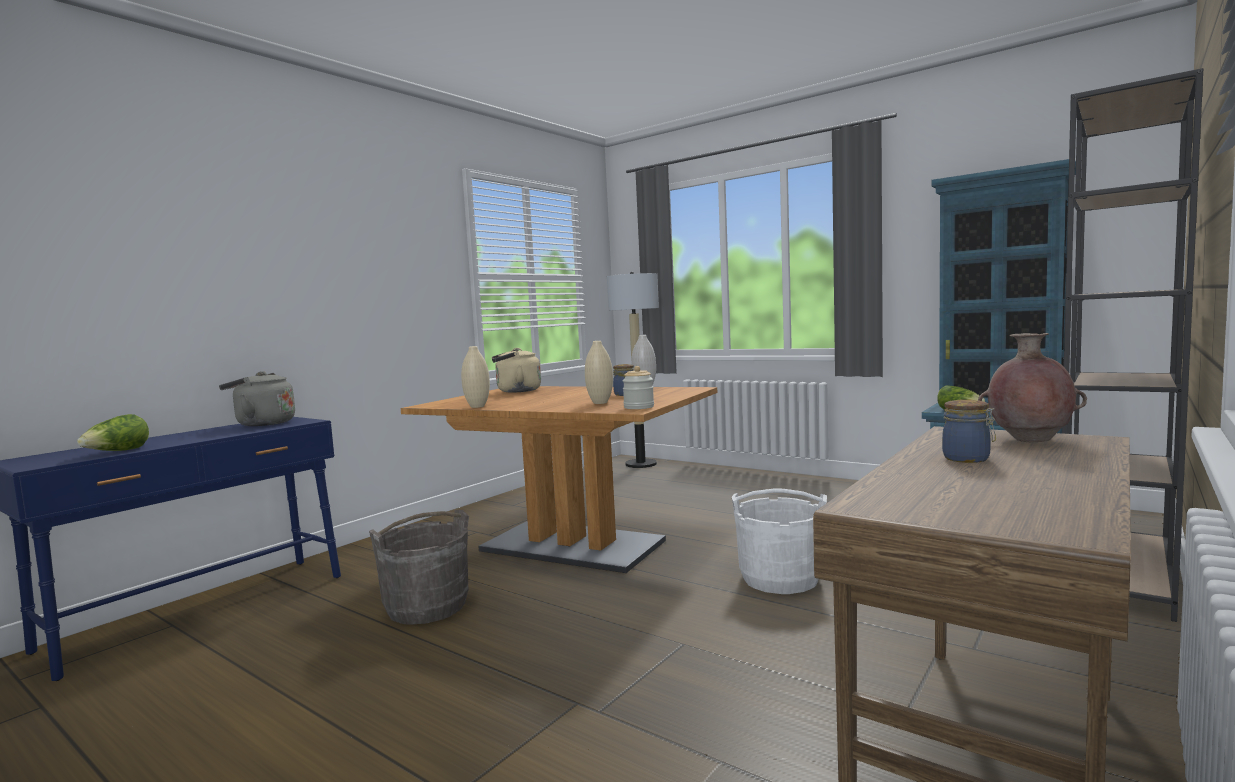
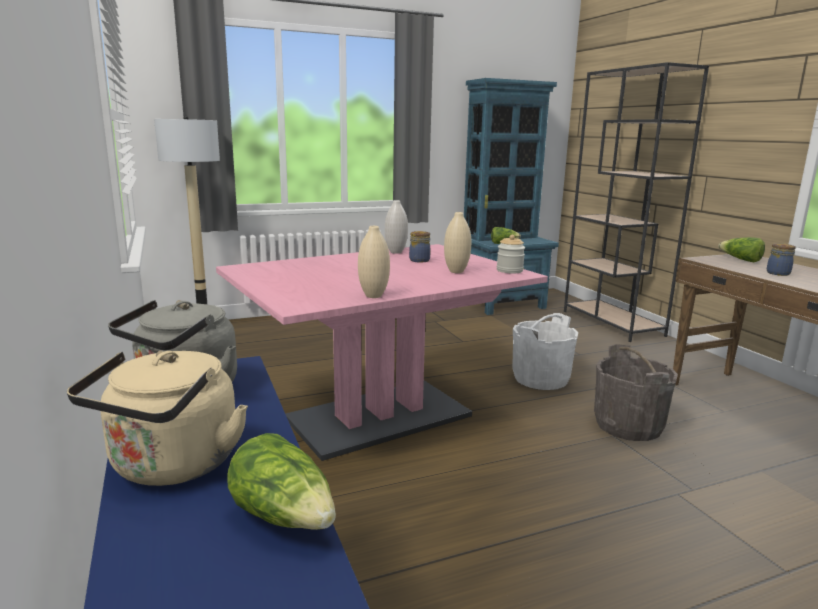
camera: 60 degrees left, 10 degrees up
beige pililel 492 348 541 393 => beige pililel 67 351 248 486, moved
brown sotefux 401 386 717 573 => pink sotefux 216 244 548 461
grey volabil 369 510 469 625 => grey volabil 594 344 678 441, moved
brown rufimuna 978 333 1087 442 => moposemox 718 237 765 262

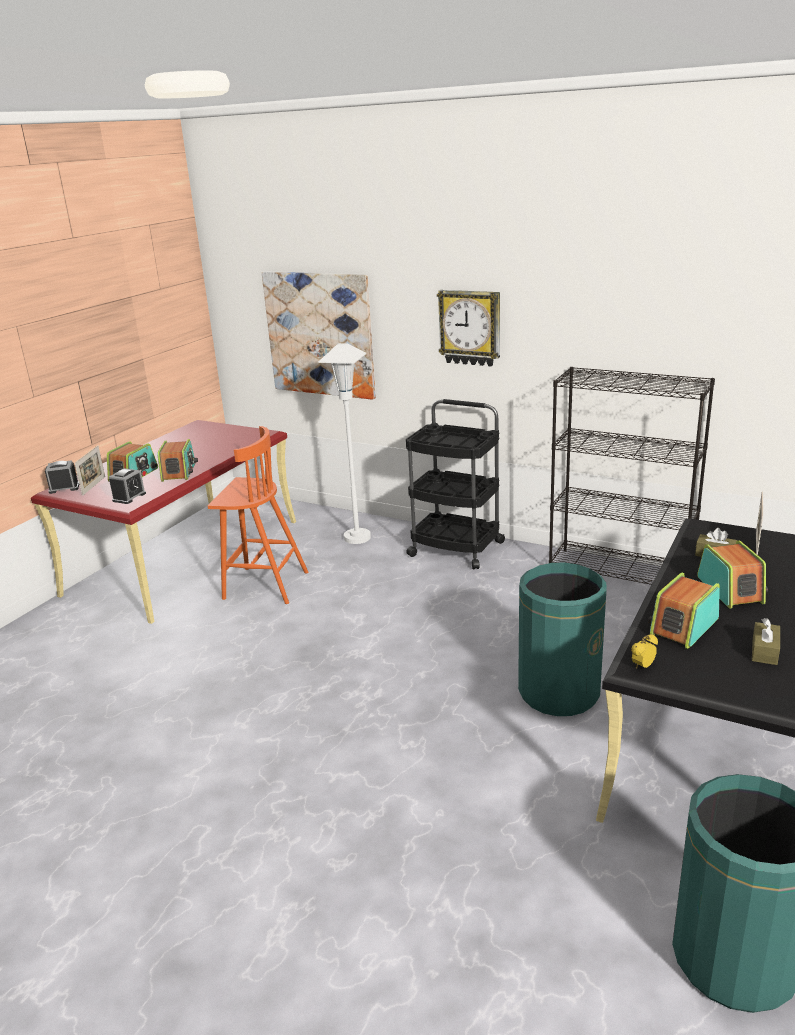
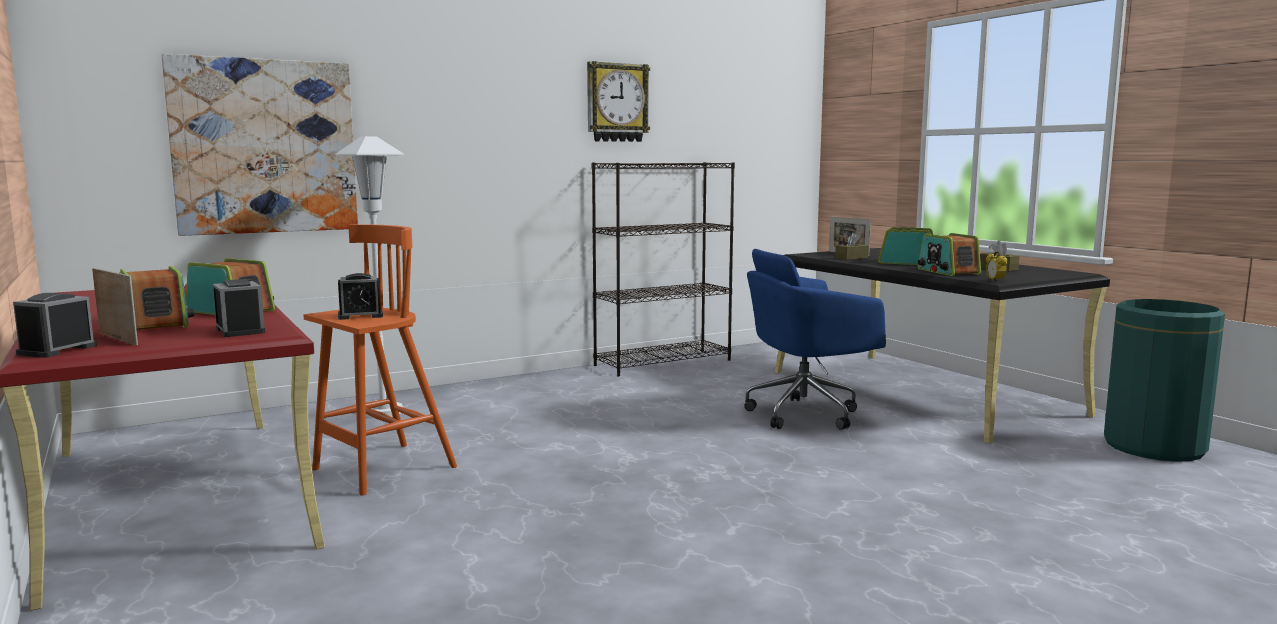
camera: 60 degrees left, 15 degrees down
nothing => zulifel 338 273 383 320
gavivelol 437 290 500 366 => gavivelol 587 61 650 142, moved
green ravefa 518 563 606 716 => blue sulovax 744 249 886 430
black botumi 406 399 505 569 => nothing

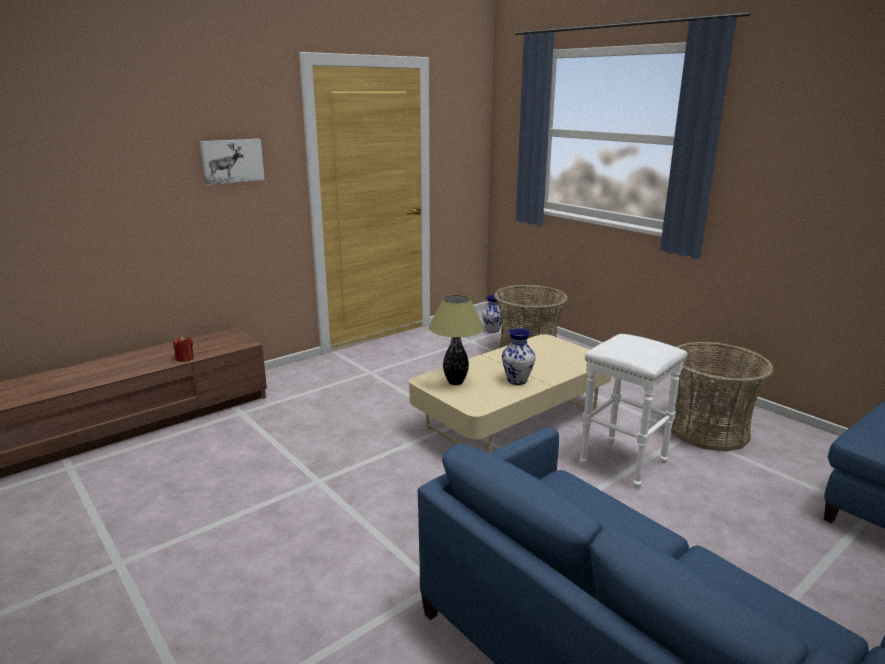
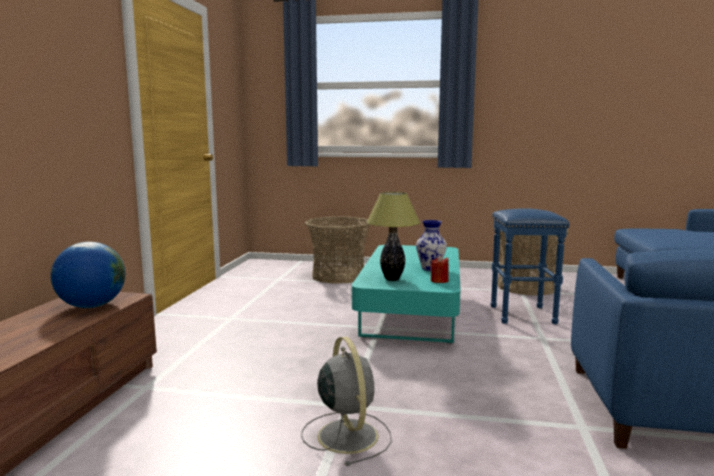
camera: 40 degrees left, 10 degrees down
nothing => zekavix 51 242 125 308
nothing => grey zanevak 301 337 392 466
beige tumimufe 409 334 611 453 => turquoise tumimufe 352 245 461 344
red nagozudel 173 336 194 362 => red nagozudel 431 255 448 283, moved
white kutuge 580 334 687 489 => blue kutuge 491 208 569 324
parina 200 139 265 185 => nothing
rufimuna 482 295 504 333 => nothing

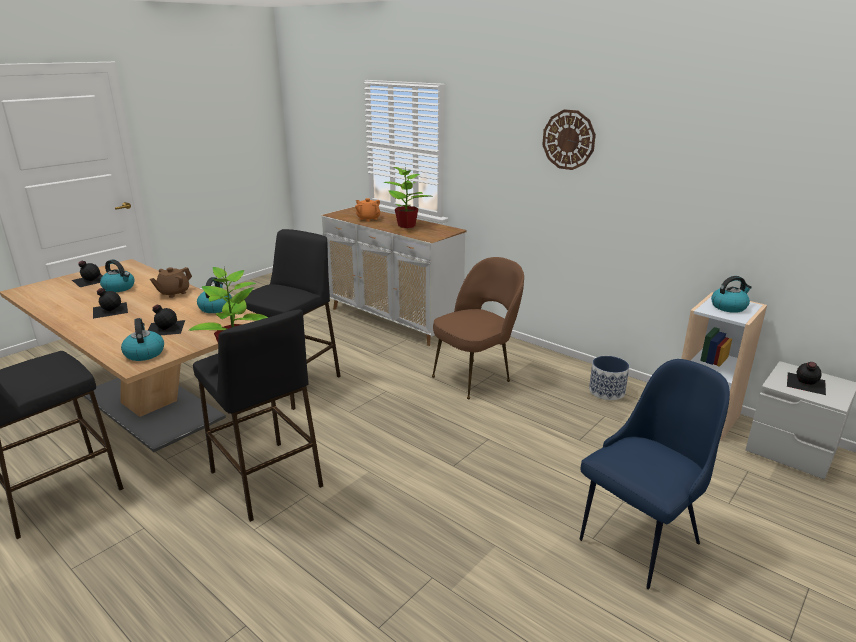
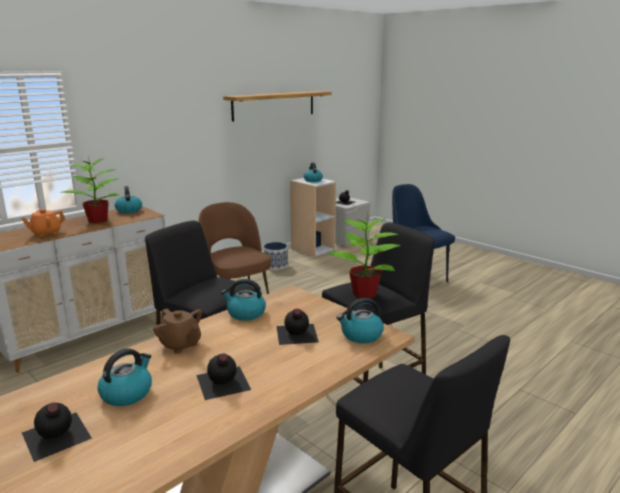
camera: 85 degrees left, 5 degrees down
nothing => pililel 115 186 142 213
nothing => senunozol 223 91 332 122
gavivelol 542 109 596 170 => nothing

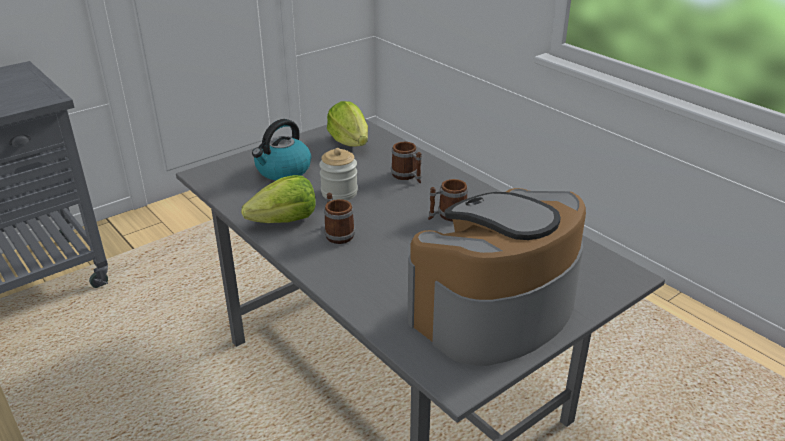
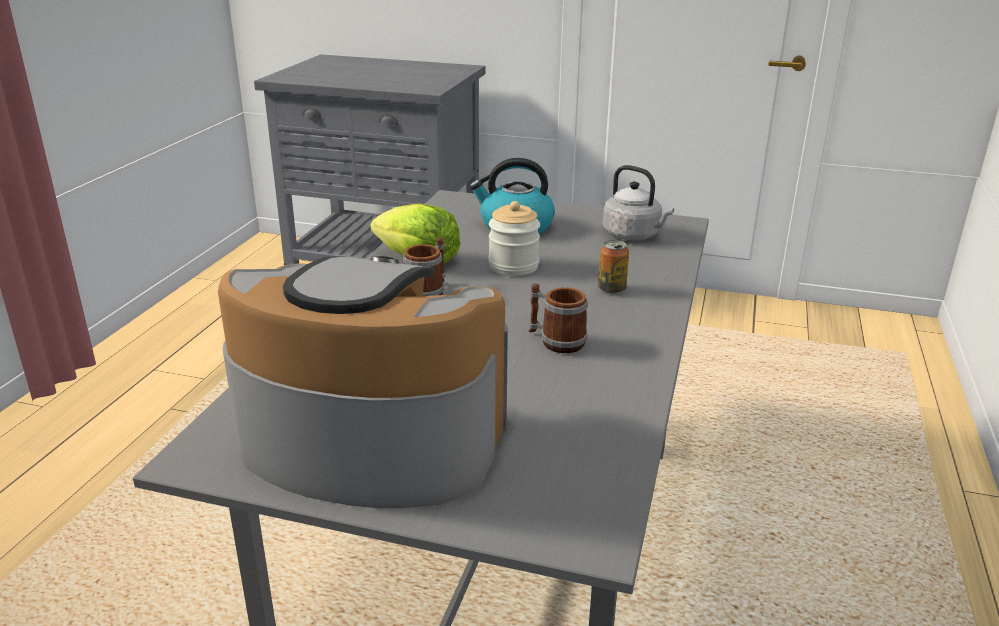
camera: 55 degrees right, 5 degrees down
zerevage 391 142 422 183 => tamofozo 598 240 629 294
moposemox 327 101 368 147 => grey pililel 603 165 674 240

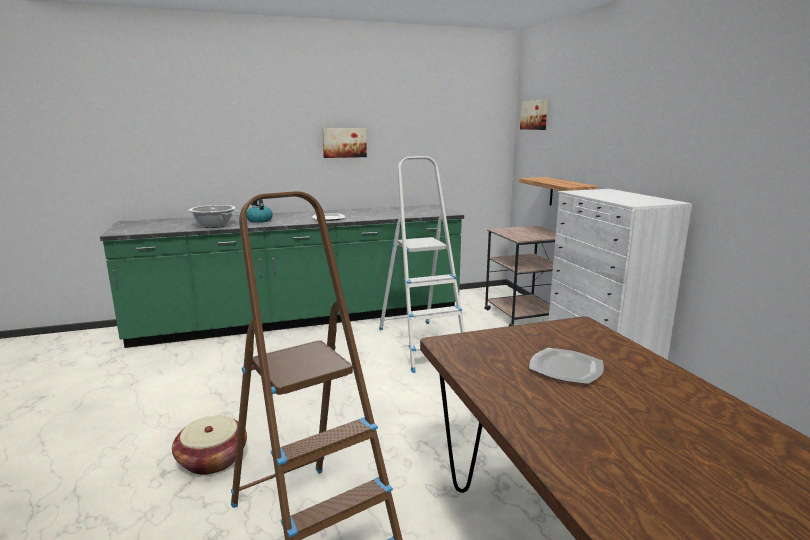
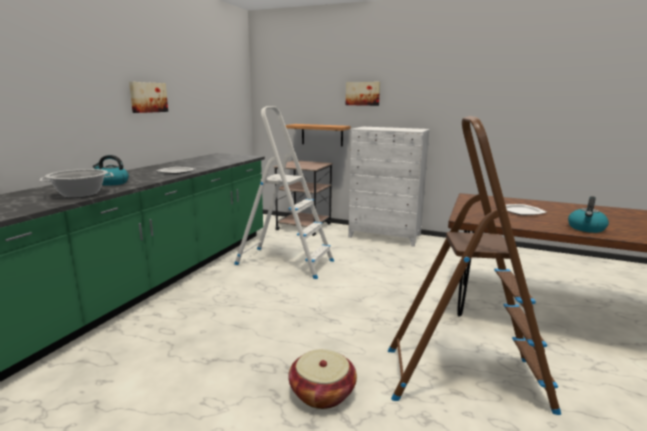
camera: 50 degrees left, 0 degrees up
parina 520 100 548 130 => parina 346 82 380 106, moved
nothing => pililel 568 196 609 233

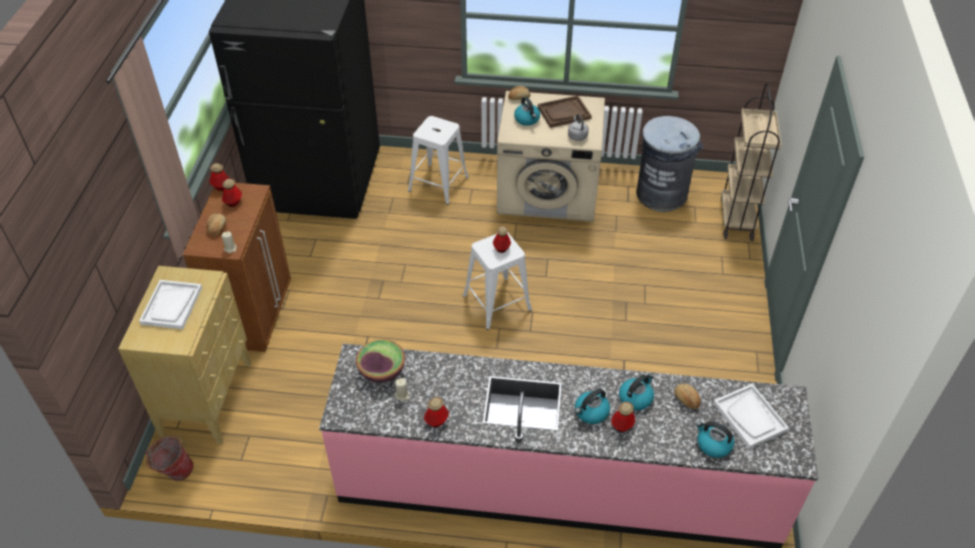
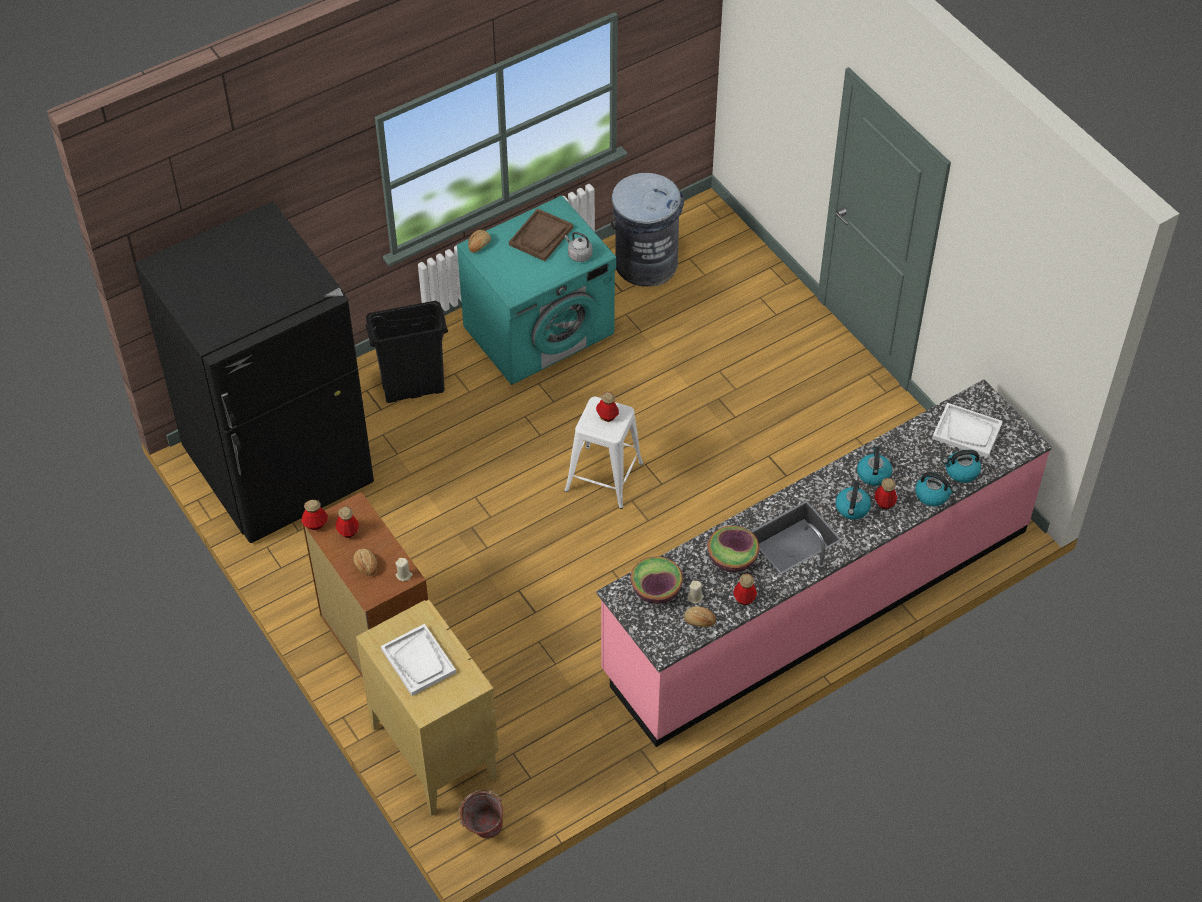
camera: 40 degrees left, 5 degrees up
white kutuge 408 116 469 205 => black ravefa 366 301 448 403
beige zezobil 497 91 605 222 => turquoise zezobil 457 195 616 385
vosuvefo 674 384 701 409 => vosuvefo 684 606 716 627, moved
nothing => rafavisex 708 526 760 572
pililel 514 97 540 126 => pililel 915 472 957 506, moved
beige botumi 721 83 781 241 => nothing

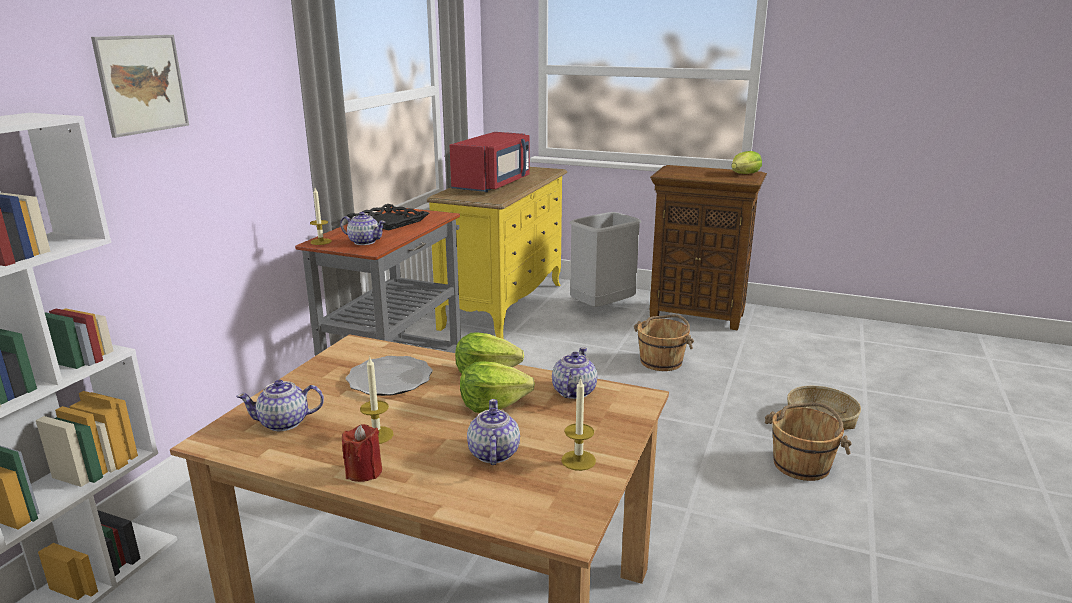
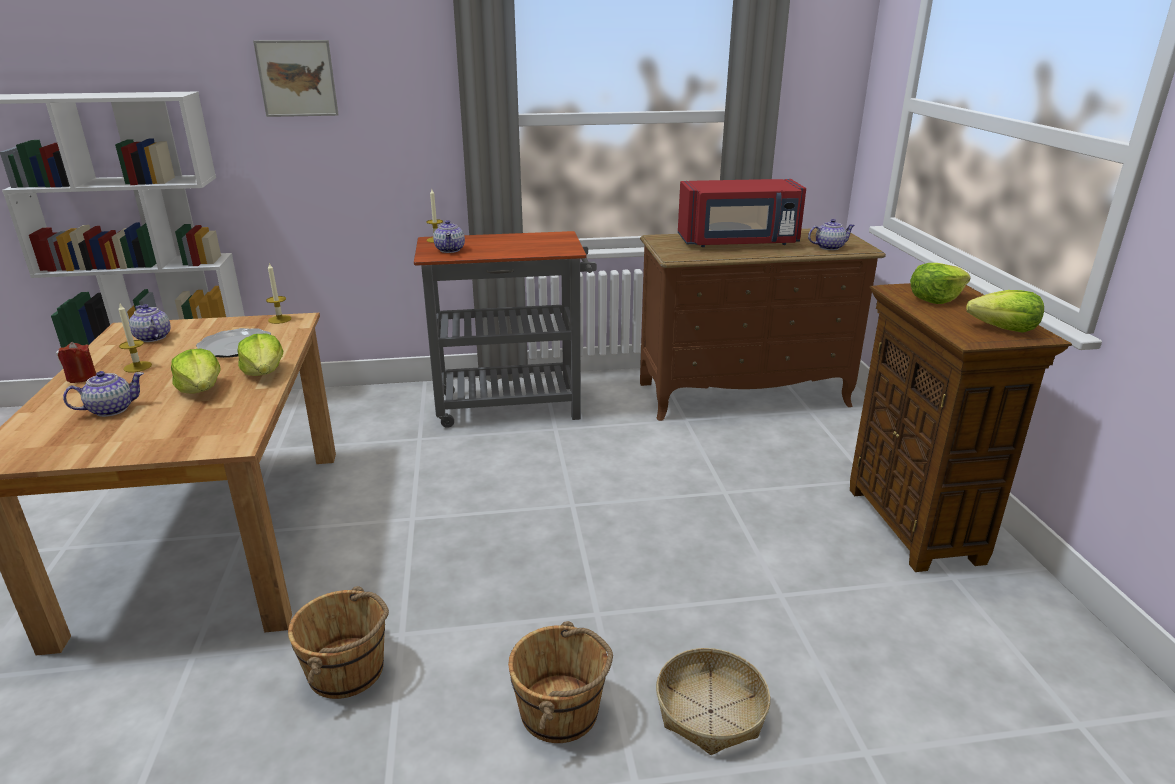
camera: 60 degrees right, 5 degrees up
nagozudel 561 378 596 471 => nagozudel 266 263 291 324, moved
brown volabil 634 314 694 371 => brown volabil 288 586 389 699, moved
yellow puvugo 427 167 568 339 => brown puvugo 640 228 886 421
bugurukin 552 347 597 399 => bugurukin 808 219 855 250, moved
nothing => moposemox 910 263 971 304
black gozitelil 347 204 429 230 => nothing
grey ravefa 570 212 641 307 => nothing

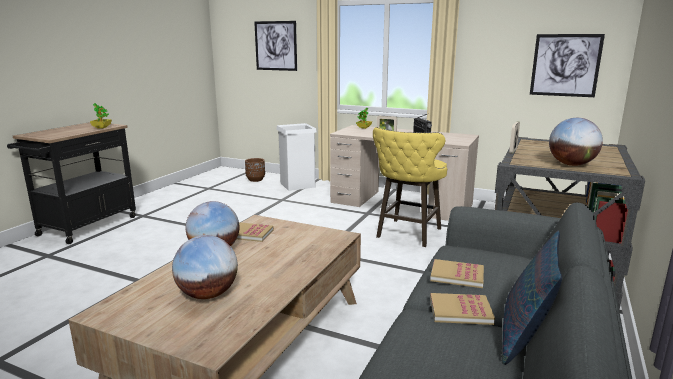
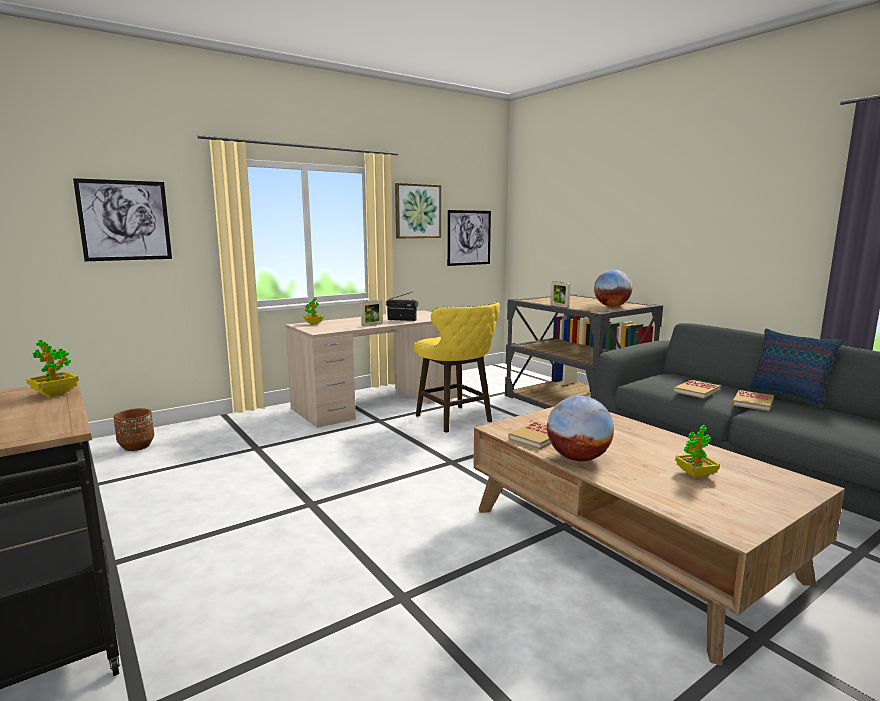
camera: 60 degrees left, 5 degrees down
nothing => parina 395 183 441 238
zekavix 172 235 238 299 => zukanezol 675 425 720 478
white ravefa 276 123 317 191 => nothing

